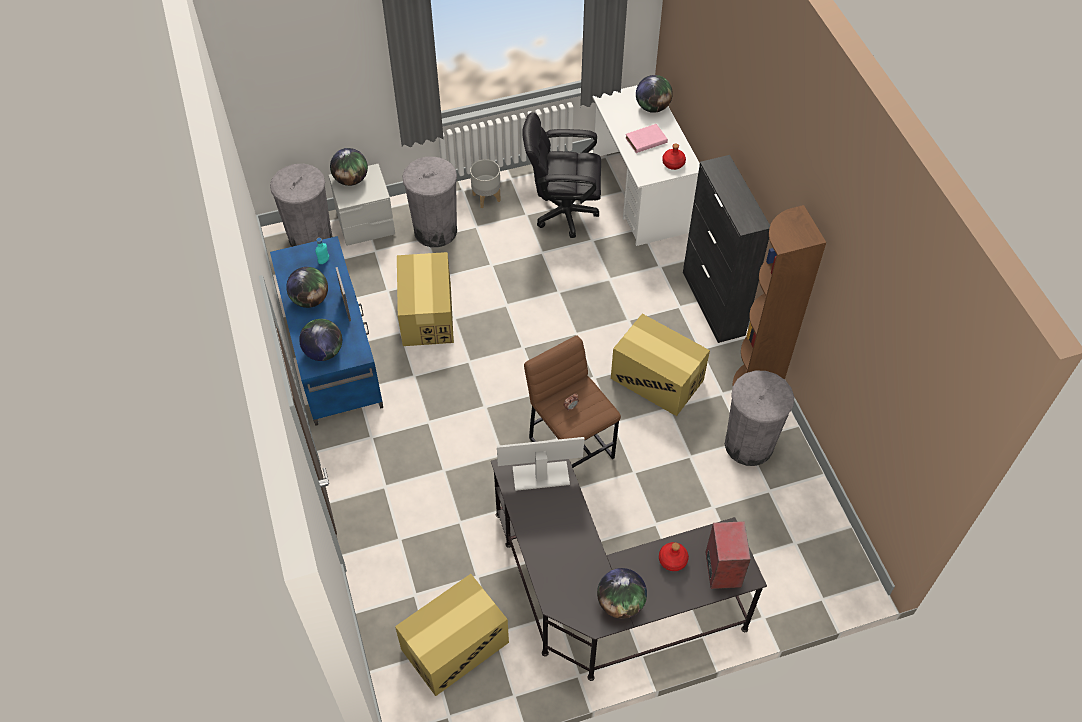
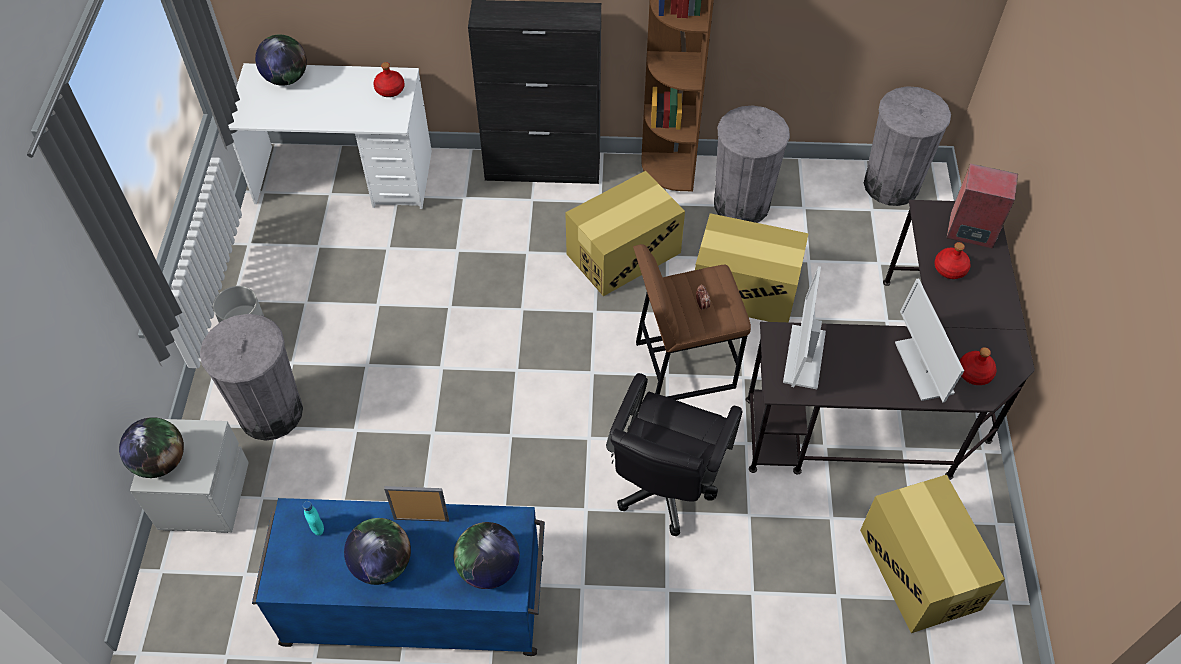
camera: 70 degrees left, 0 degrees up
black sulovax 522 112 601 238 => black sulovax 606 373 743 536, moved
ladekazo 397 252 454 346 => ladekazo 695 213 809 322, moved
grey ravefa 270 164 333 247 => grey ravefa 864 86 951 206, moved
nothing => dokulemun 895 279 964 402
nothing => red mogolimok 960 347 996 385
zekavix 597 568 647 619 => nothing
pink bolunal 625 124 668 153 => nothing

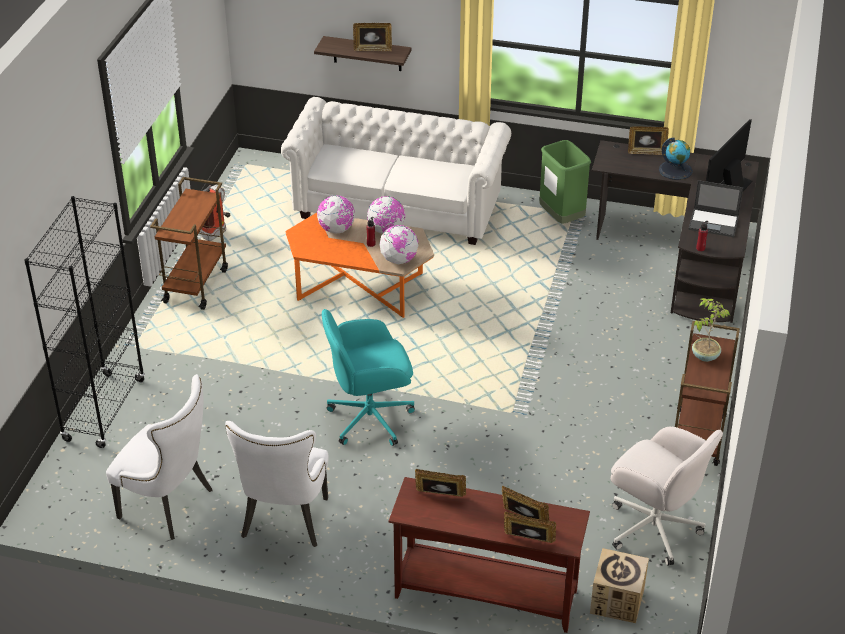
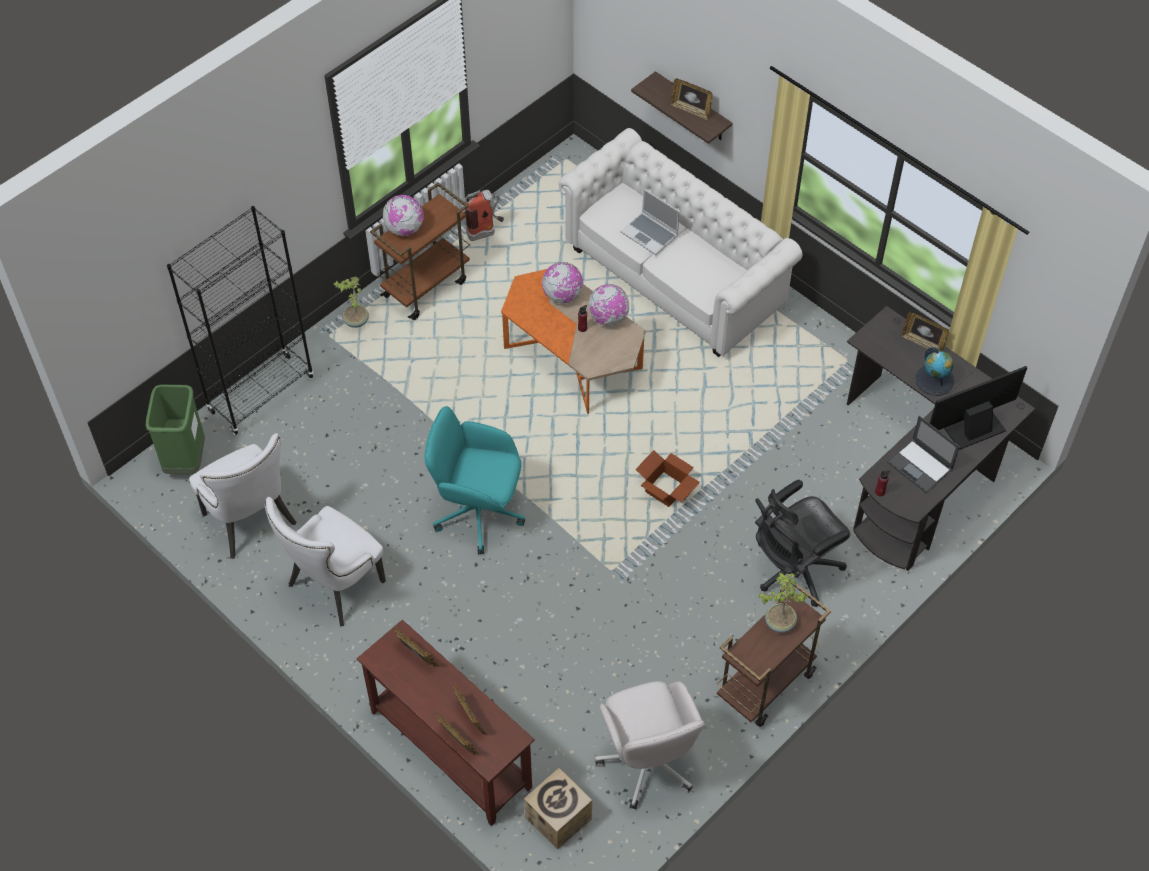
camera: 30 degrees right, 15 degrees up
green ravefa 539 140 591 224 => green ravefa 146 384 205 474, moved
nothing => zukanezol 334 277 369 328
zekavix 379 225 418 265 => zekavix 383 195 424 236, moved
nothing => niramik 620 189 680 255
nothing => ladekazo 635 450 700 507
nothing => sulovax 755 480 851 607

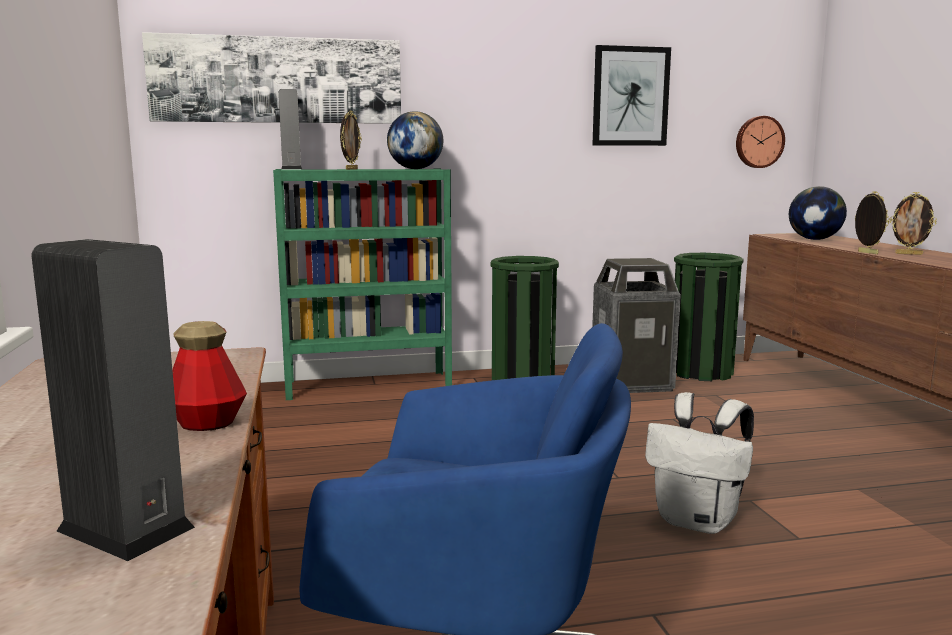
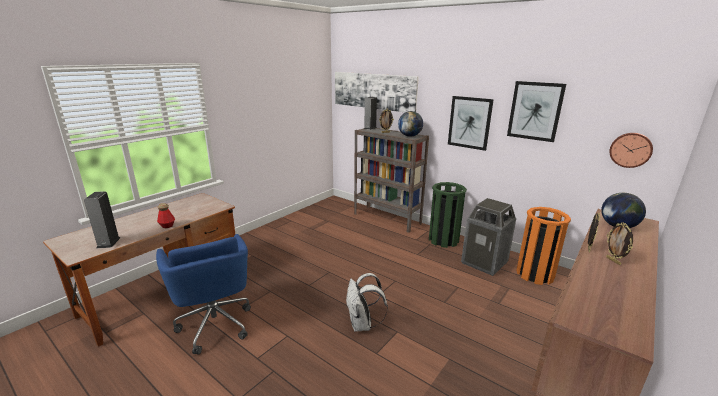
camera: 50 degrees right, 10 degrees up
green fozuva 273 168 452 400 => grey fozuva 354 128 429 233
nothing => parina 448 96 494 151
green ravefa 674 253 744 381 => orange ravefa 516 207 571 285

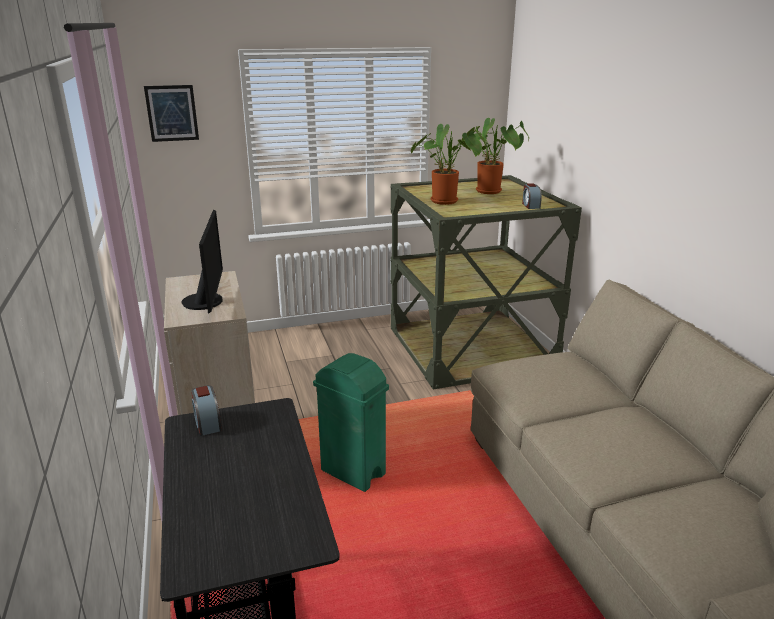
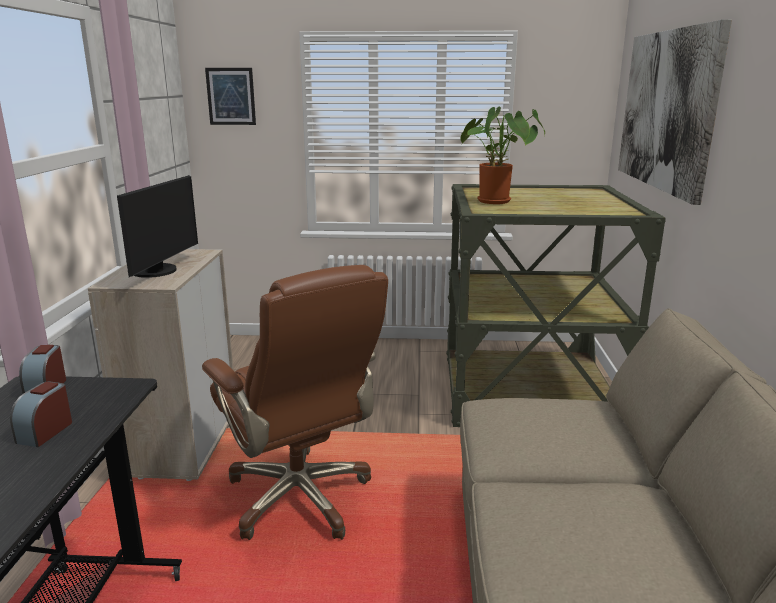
camera: 20 degrees right, 5 degrees down
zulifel 522 183 542 209 => zulifel 10 382 72 447, moved
green ravefa 313 353 389 492 => brown sulovax 202 265 388 540
nothing => parina 618 19 732 205
zukanezol 462 118 529 194 => nothing

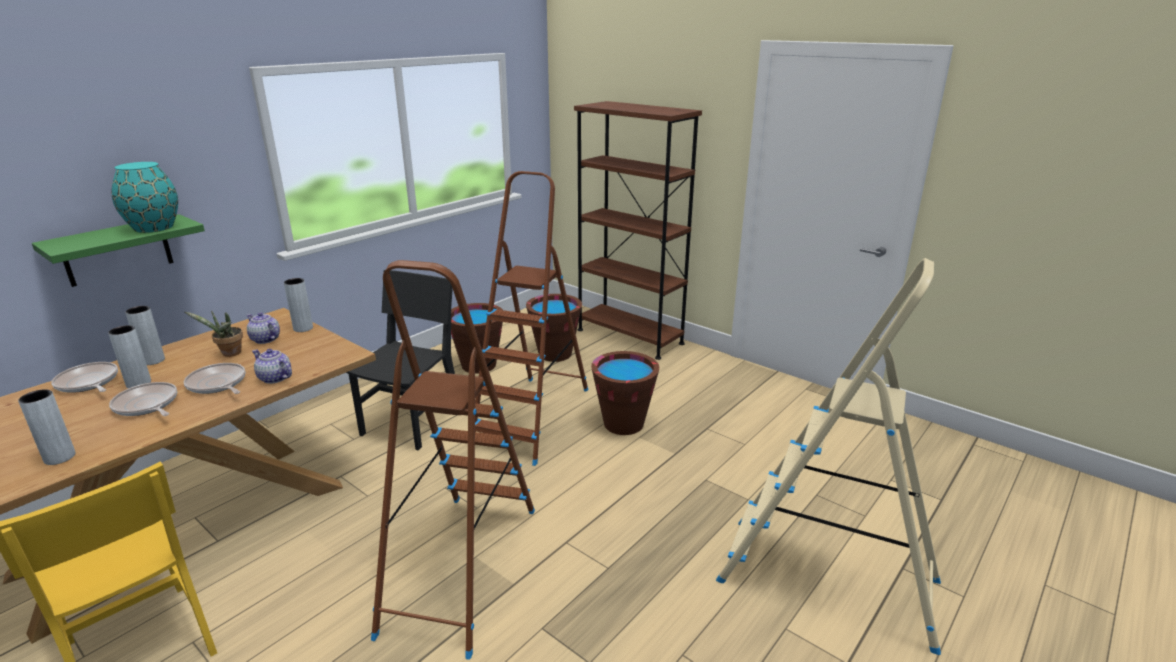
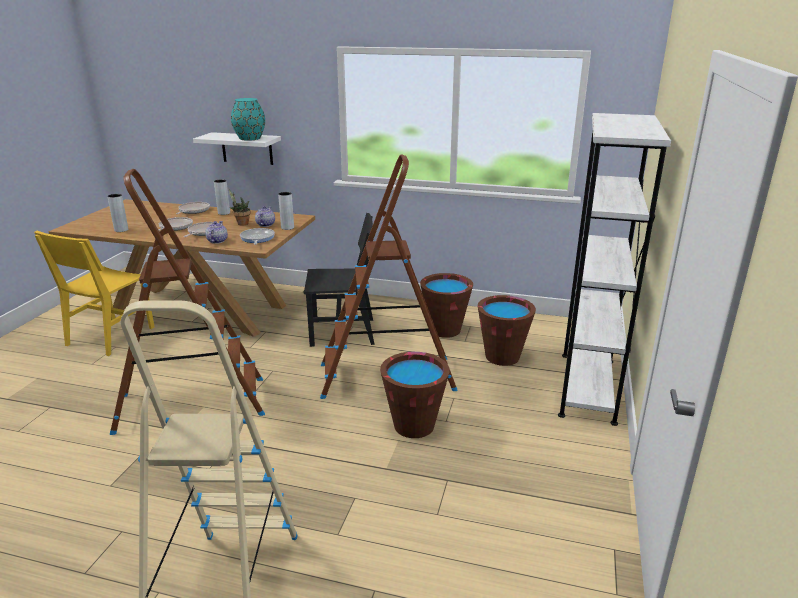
camera: 65 degrees right, 0 degrees up
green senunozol 32 214 205 287 => white senunozol 193 132 281 165
nothing => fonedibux 240 228 275 245
brown fozuva 574 101 702 360 => white fozuva 558 113 671 426
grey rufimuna 108 325 151 388 => nothing

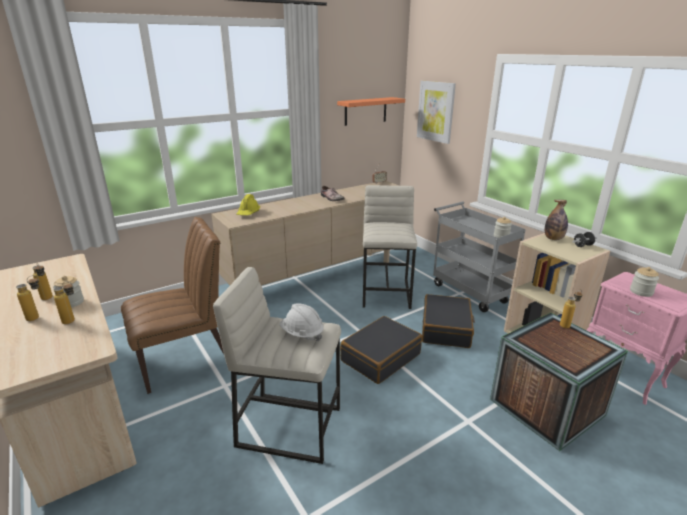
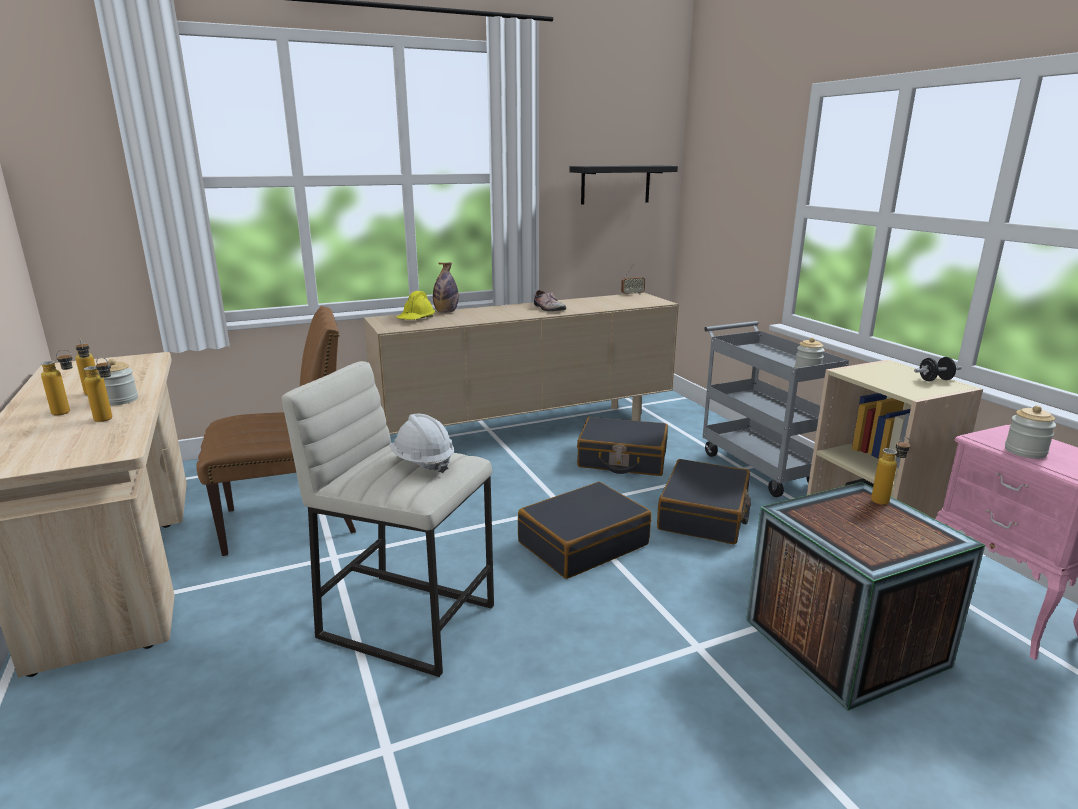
camera: 10 degrees right, 5 degrees down
mogolimok 545 200 568 240 => mogolimok 433 263 459 313, moved
orange senunozol 337 97 405 126 => black senunozol 569 166 678 205
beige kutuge 363 185 417 309 => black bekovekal 577 417 668 476
parina 417 81 456 144 => nothing

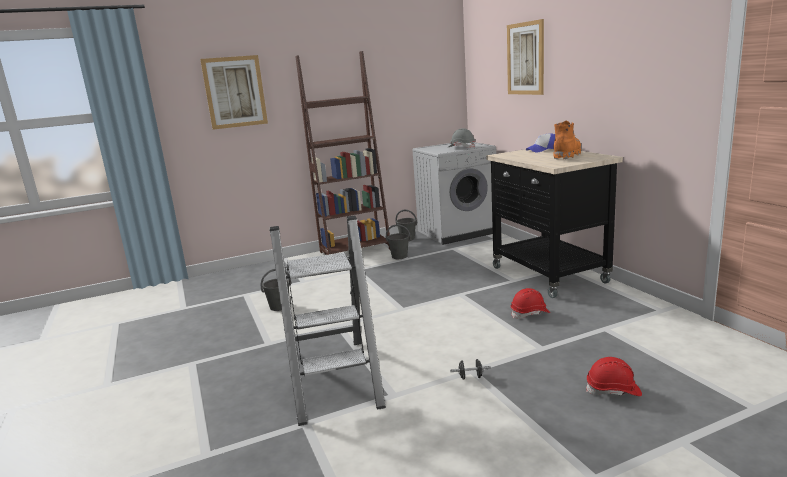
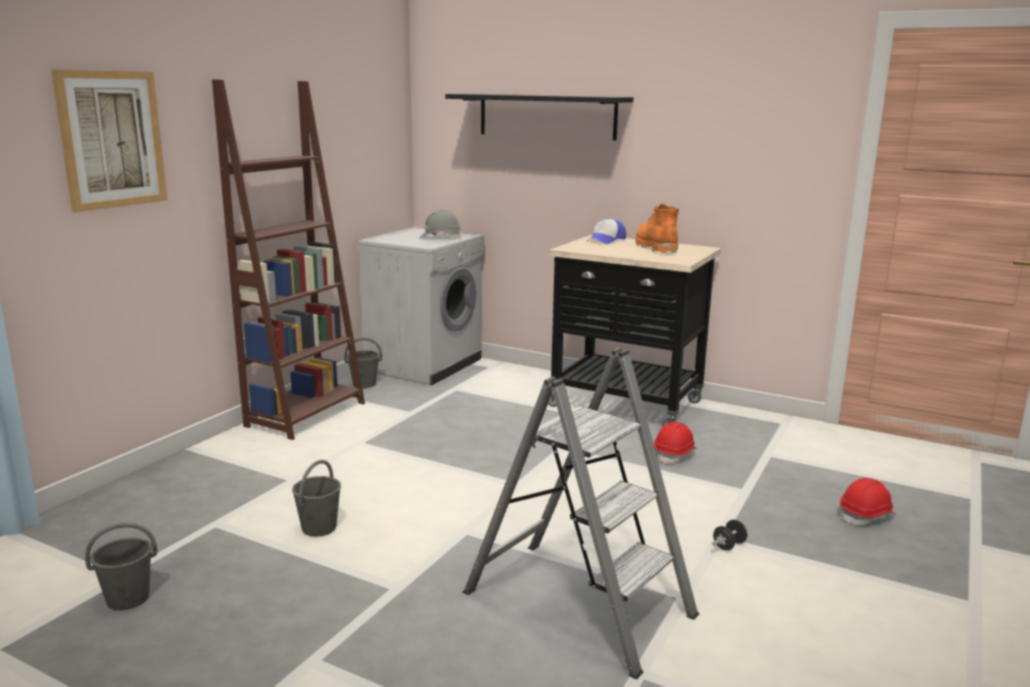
camera: 40 degrees left, 0 degrees up
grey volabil 386 224 411 259 => grey volabil 85 523 157 610, moved
parina 507 19 544 95 => black senunozol 445 94 633 140

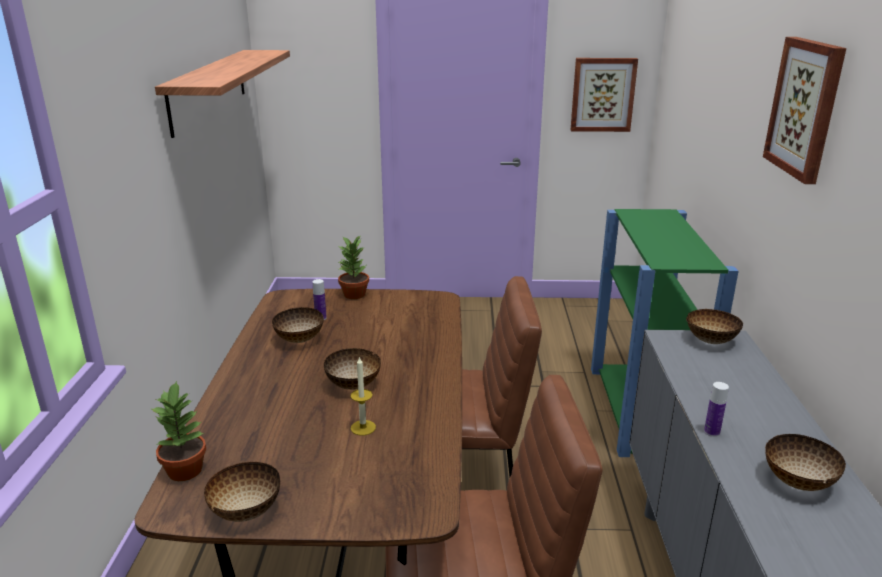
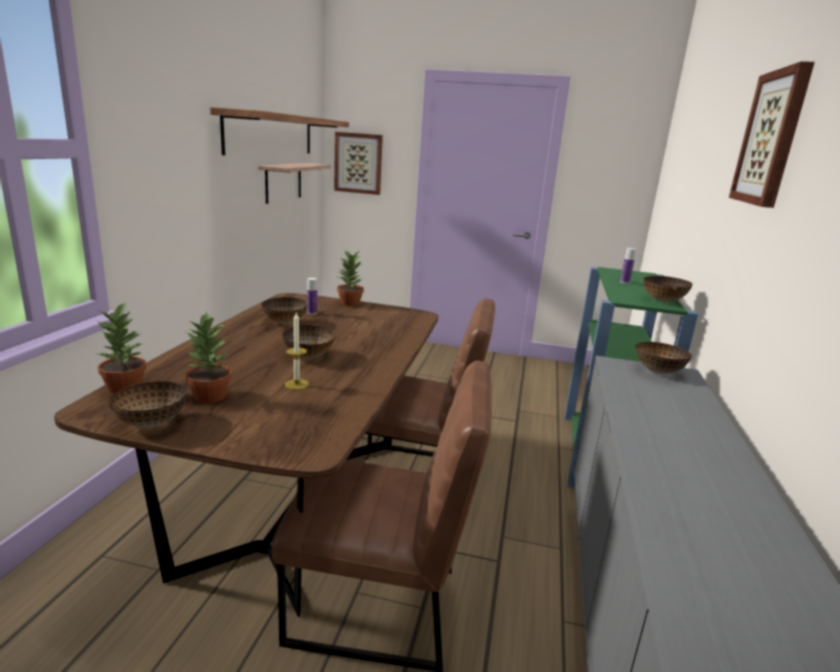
camera: 10 degrees right, 5 degrees down
nothing => zukanezol 186 312 232 403
nothing => senunozol 258 163 331 204
parina 571 58 638 132 => parina 334 132 383 195, moved
mogolimok 704 382 729 437 => mogolimok 620 248 636 284, moved
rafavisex 765 434 846 491 => rafavisex 643 276 693 302, moved

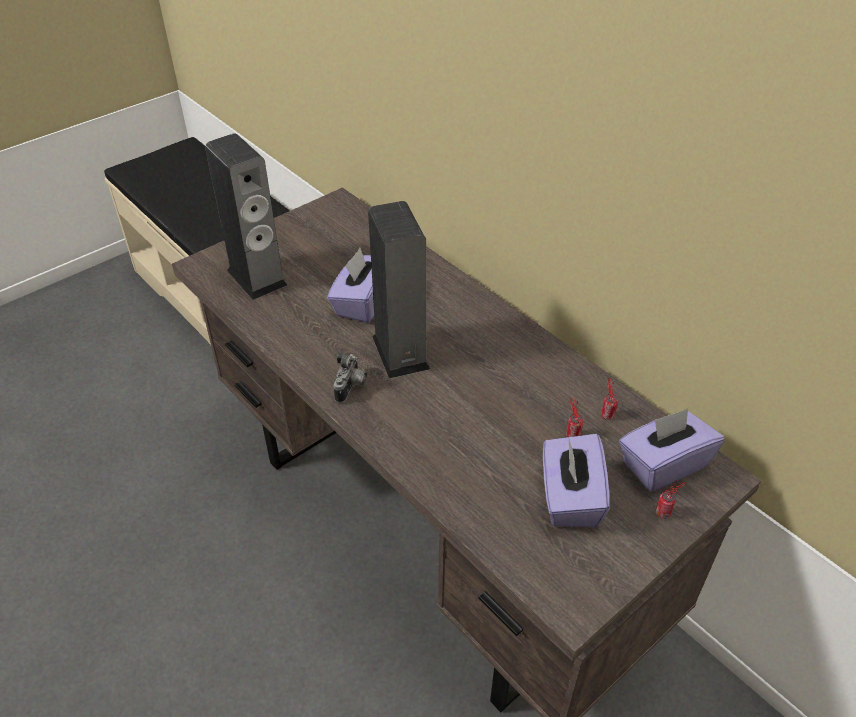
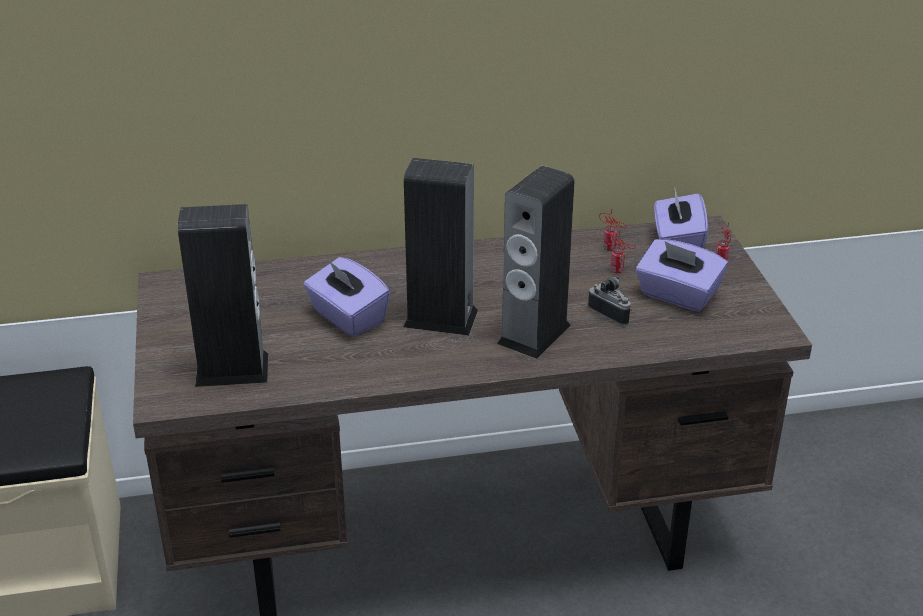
camera: 60 degrees left, 10 degrees down
nothing => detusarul 497 166 574 359
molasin 333 353 367 403 => molasin 588 276 632 326, moved

